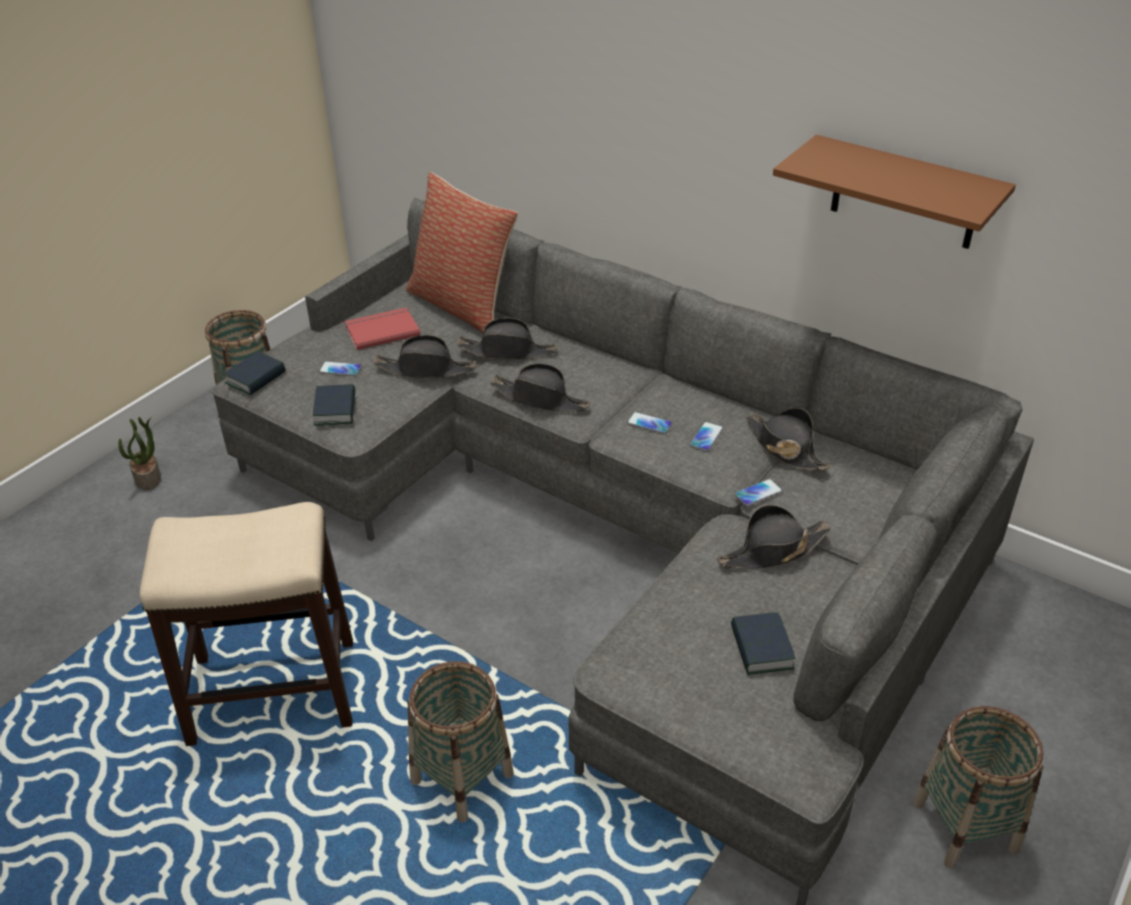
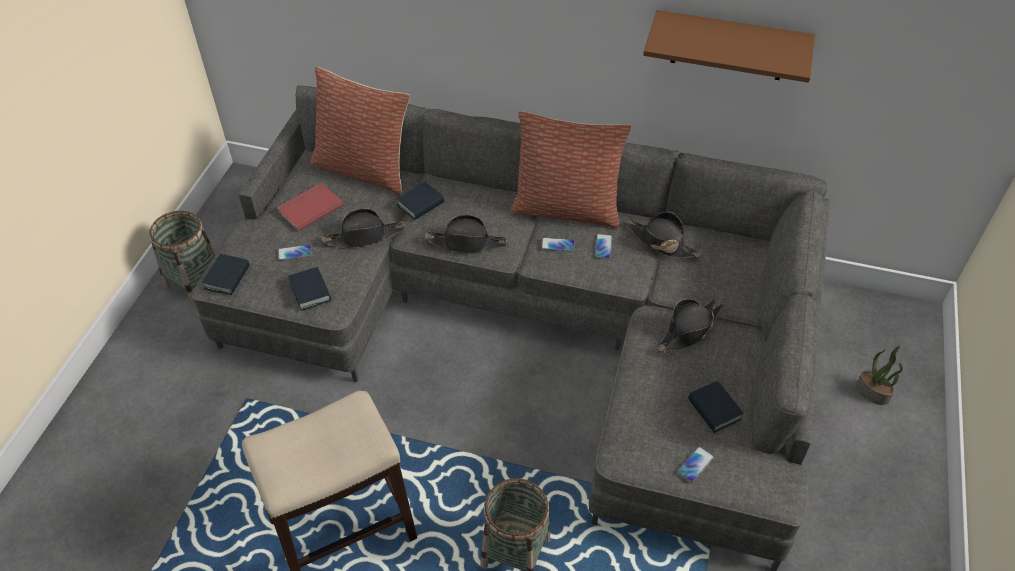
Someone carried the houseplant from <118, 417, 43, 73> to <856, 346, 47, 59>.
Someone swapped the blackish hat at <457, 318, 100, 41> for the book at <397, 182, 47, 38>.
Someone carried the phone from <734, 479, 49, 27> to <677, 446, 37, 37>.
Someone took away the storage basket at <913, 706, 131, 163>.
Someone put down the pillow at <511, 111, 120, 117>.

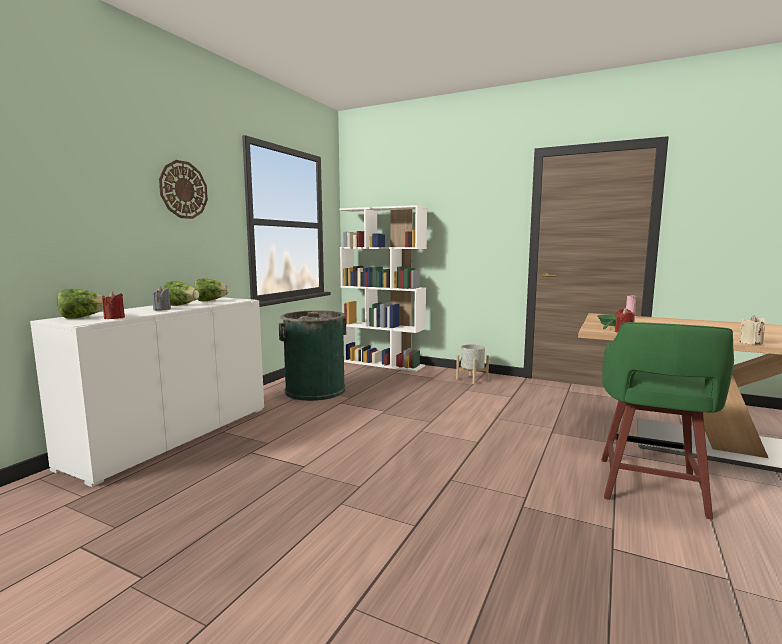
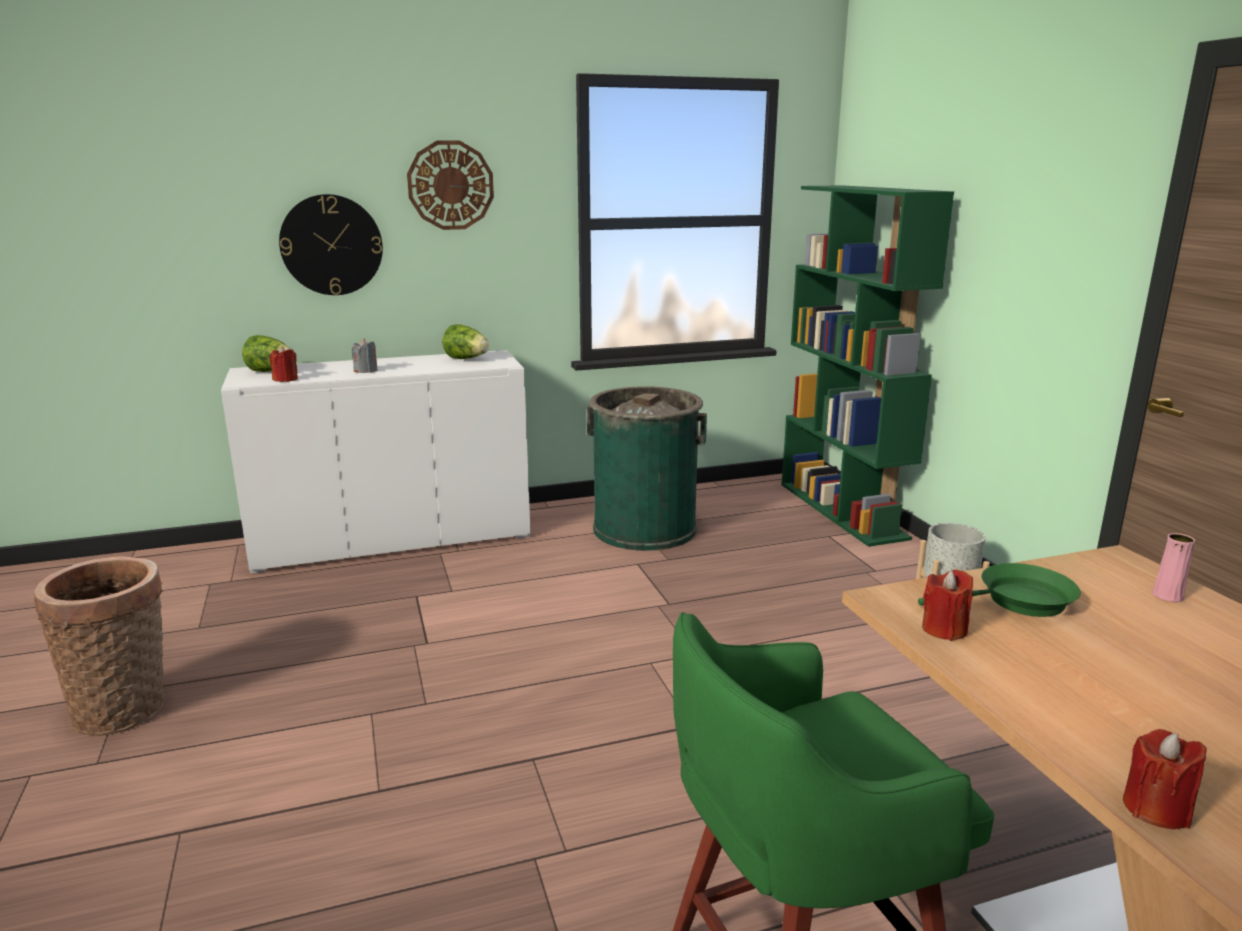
Someone took away the lettuce head at <162, 281, 37, 25>.
Someone repainted the white shelving unit at <339, 205, 88, 167>, which became the greenish shelving unit at <782, 185, 172, 362>.
Someone repainted the beige-coloured candle at <740, 316, 25, 29>, which became the red candle at <1123, 729, 84, 101>.
Someone put down the storage basket at <34, 556, 130, 180>.
Someone put up the wall clock at <279, 194, 104, 101>.

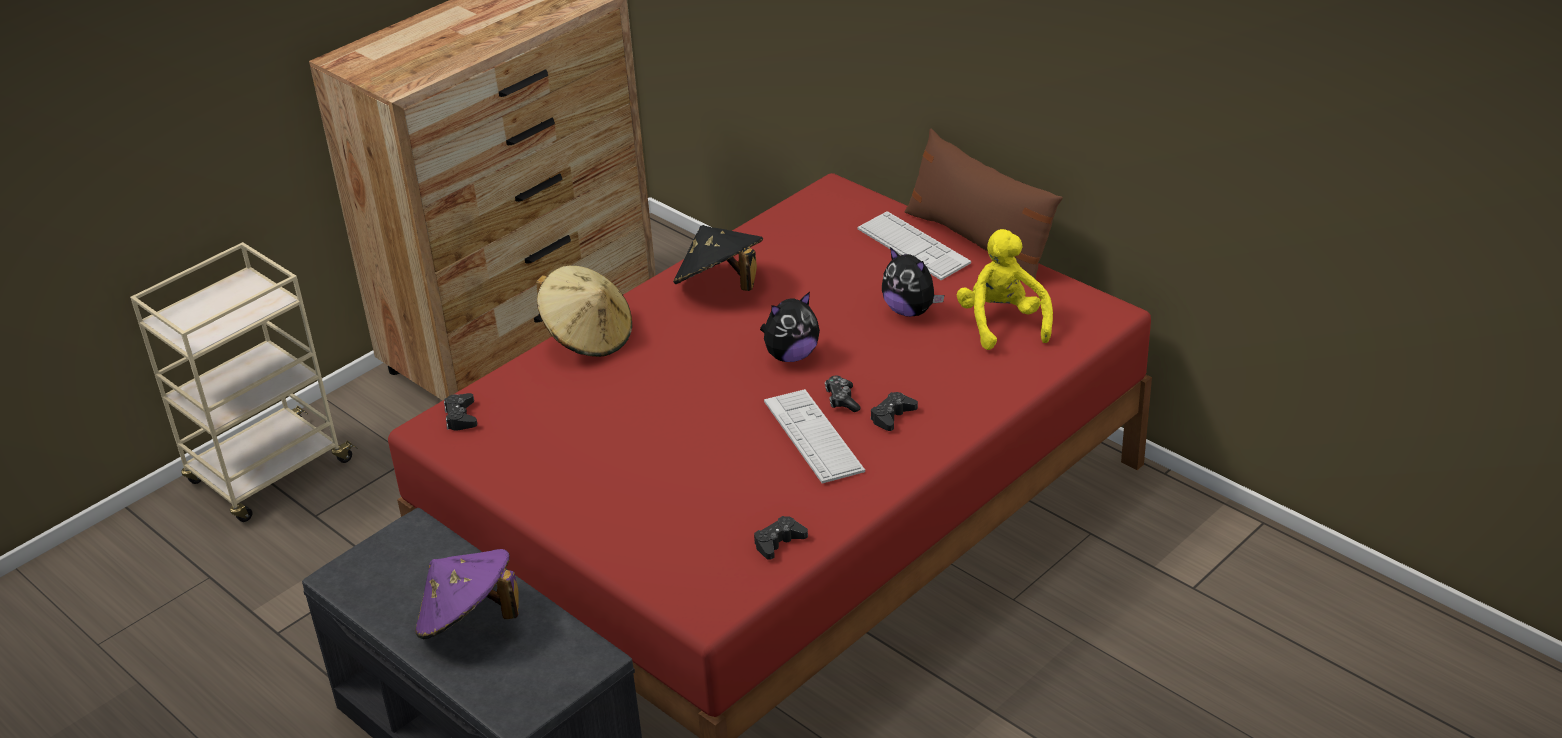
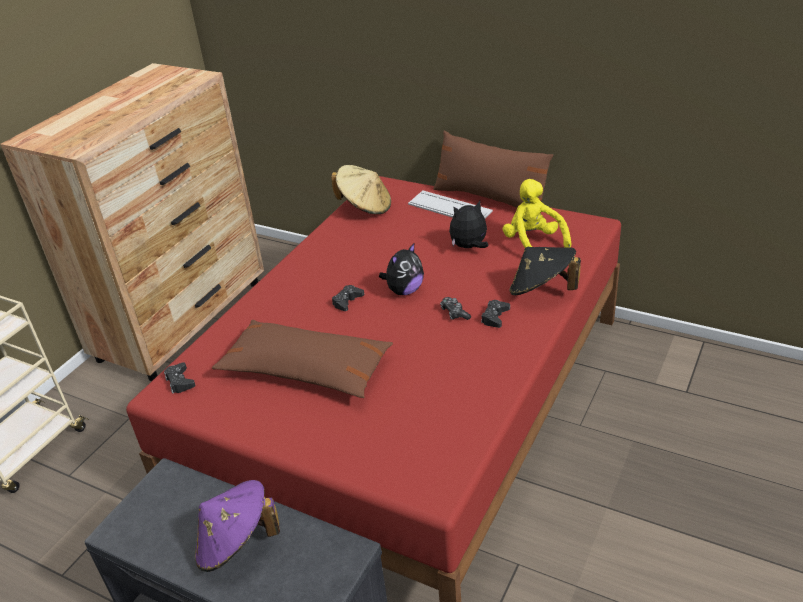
Someone carried the beige-coloured hat from <536, 266, 96, 91> to <331, 165, 60, 49>.
Someone carried the blackish hat from <673, 225, 90, 66> to <510, 247, 71, 48>.
Someone carried the blackish joypad from <754, 516, 54, 44> to <332, 285, 32, 26>.
Someone took away the PC keyboard at <764, 389, 101, 95>.
Someone rotated the soft toy at <882, 247, 62, 70> by 135 degrees clockwise.
Someone put down the brown pillow at <212, 320, 181, 78>.

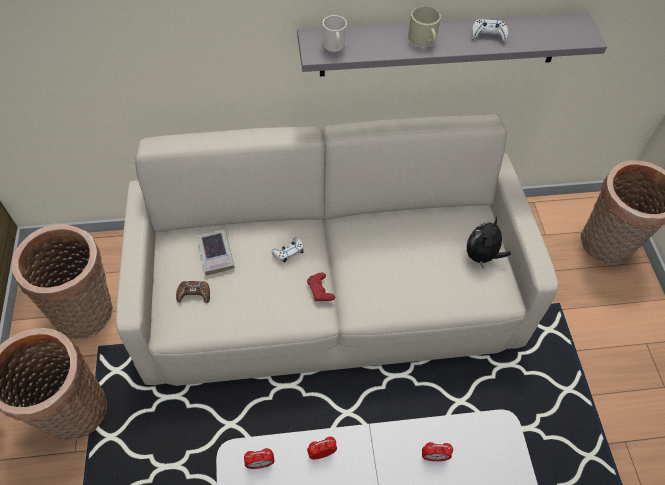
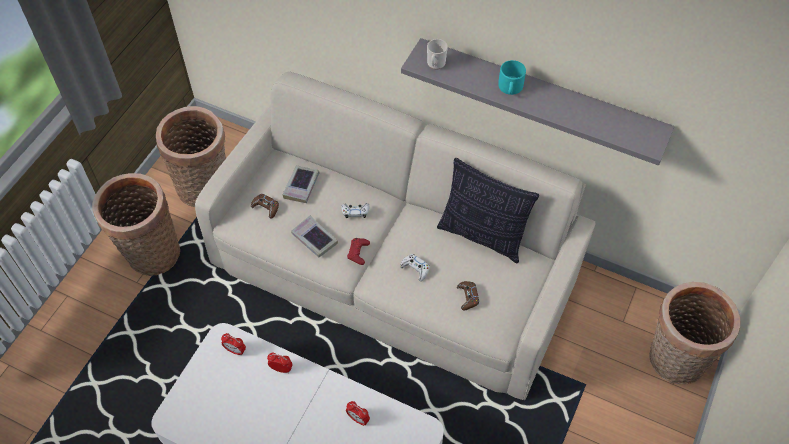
Someone repainted the beige-coloured mug at <408, 6, 33, 40>, which became the turquoise-coloured mug at <498, 60, 28, 35>.
Someone took away the soft toy at <467, 216, 44, 52>.
Someone carried the white joypad from <471, 19, 37, 24> to <400, 254, 30, 27>.
Someone put down the book at <291, 216, 47, 41>.
Someone put down the pillow at <437, 158, 102, 106>.
Someone put down the brown joypad at <457, 281, 22, 29>.

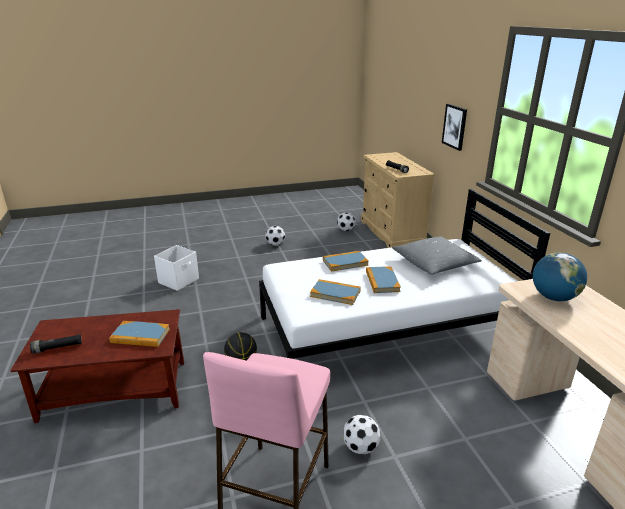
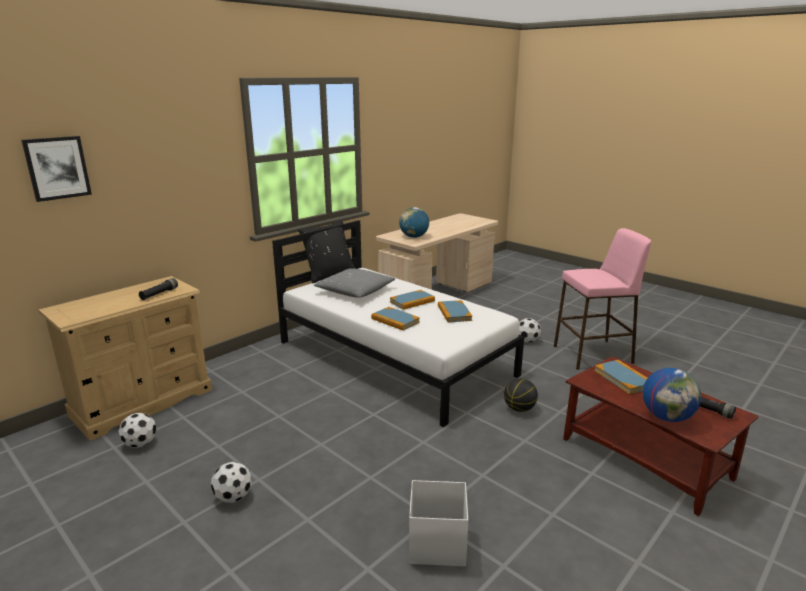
Someone carried the wall picture from <442, 104, 25, 47> to <21, 136, 71, 66>.
Someone put down the blackish pillow at <298, 220, 58, 63>.
Someone put down the world globe at <643, 368, 59, 54>.

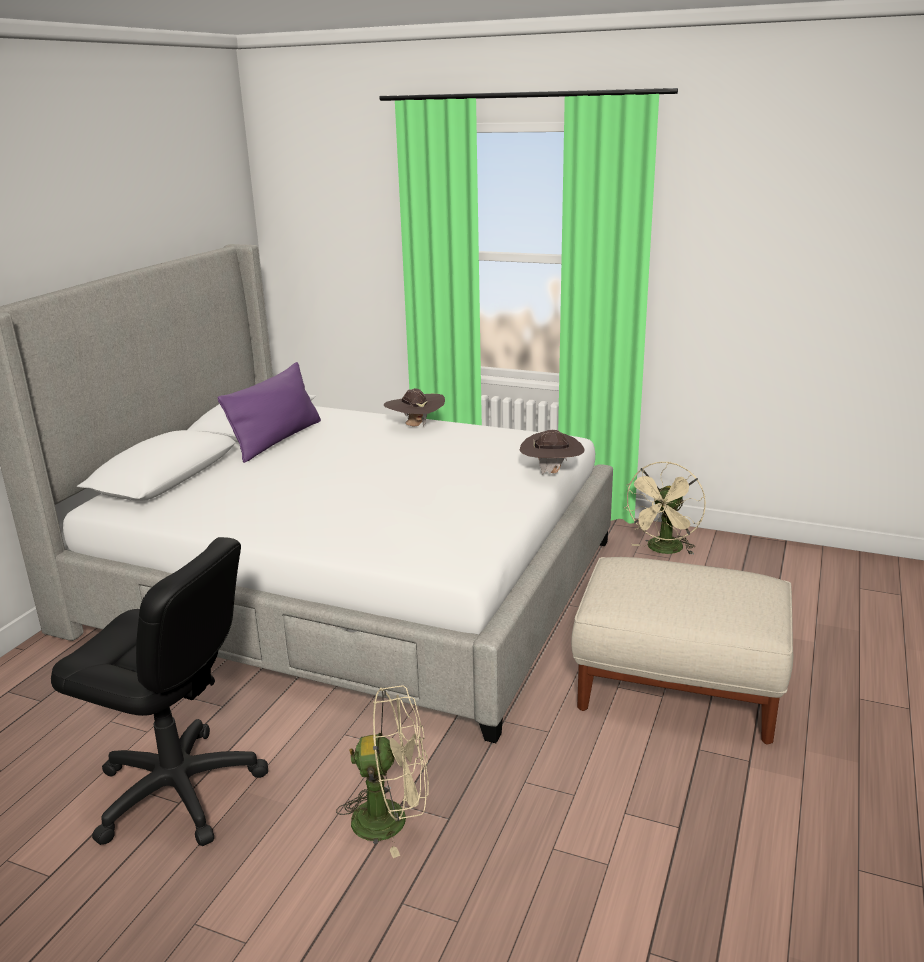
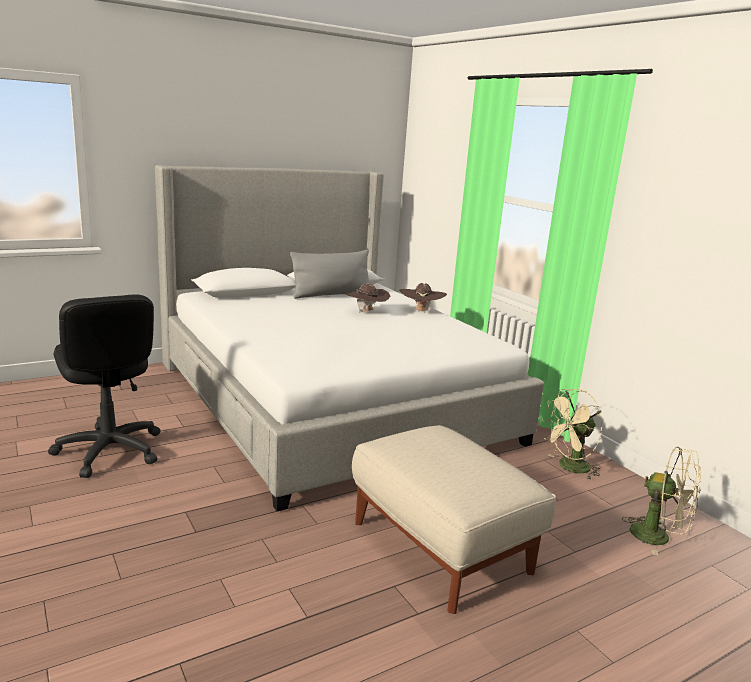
Someone repainted the purple pillow at <218, 362, 103, 101>, which became the gray pillow at <290, 250, 80, 49>.
Someone carried the beige-coloured cooling fan from <336, 686, 93, 172> to <622, 446, 79, 109>.
Someone carried the brown hat from <519, 430, 66, 45> to <345, 284, 45, 28>.

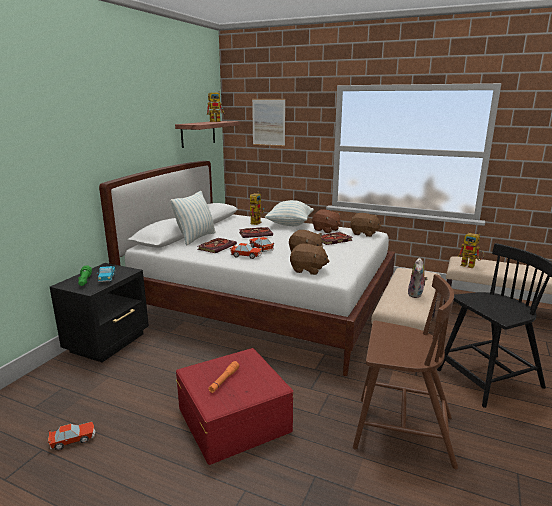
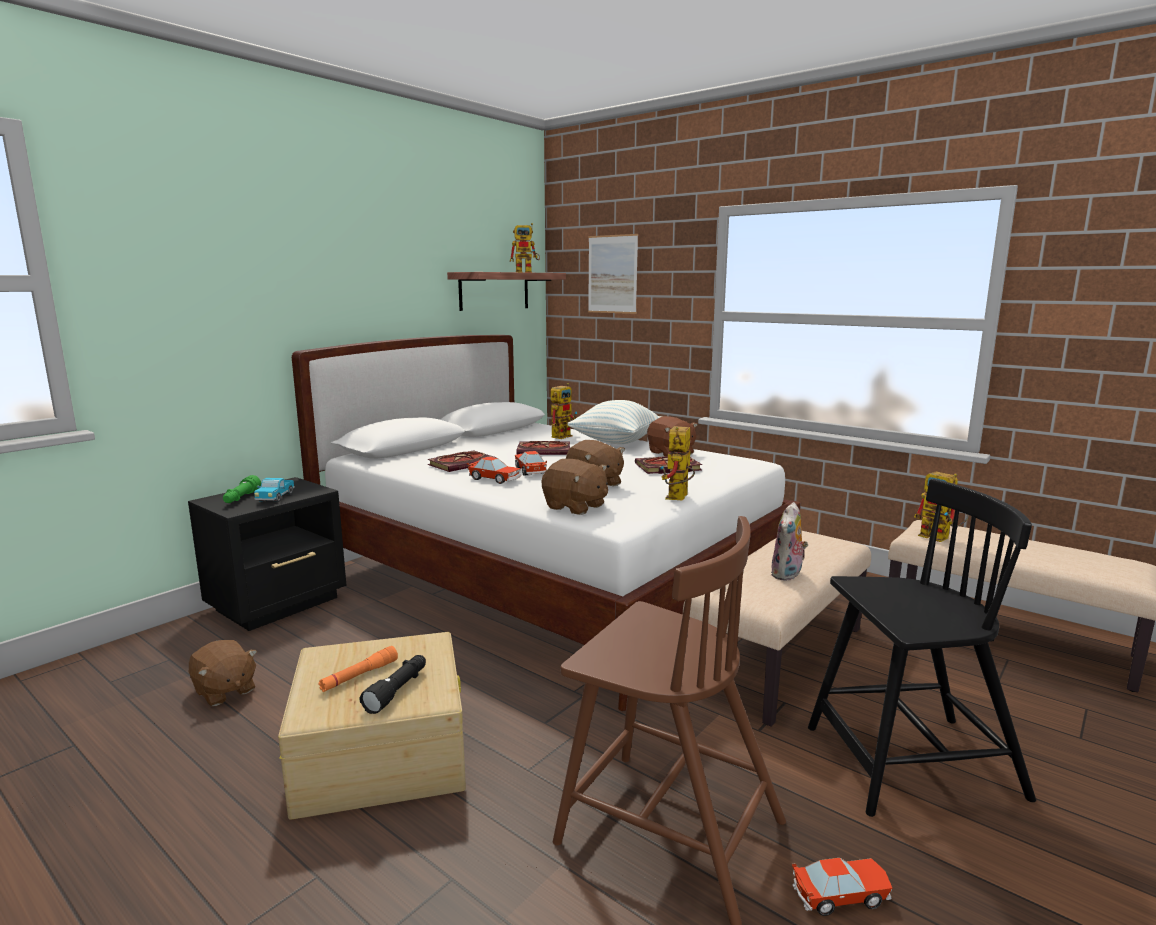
Someone carried the toy car from <47, 422, 48, 28> to <792, 858, 100, 58>.
Someone took away the pillow at <171, 191, 45, 55>.
Someone repainted the red storage bin at <176, 348, 117, 117>, which became the beige-coloured storage bin at <278, 632, 188, 188>.
Someone carried the brown soft toy from <350, 213, 32, 24> to <189, 640, 68, 66>.
Someone put down the blackish torch at <360, 655, 66, 59>.
Someone put down the model robot at <660, 426, 35, 74>.

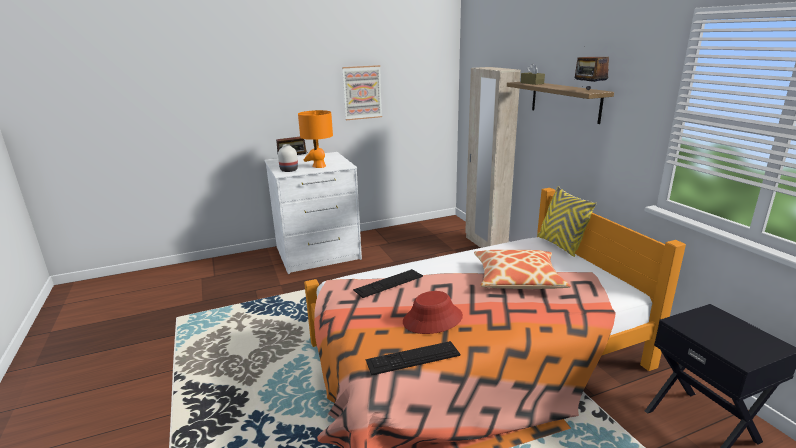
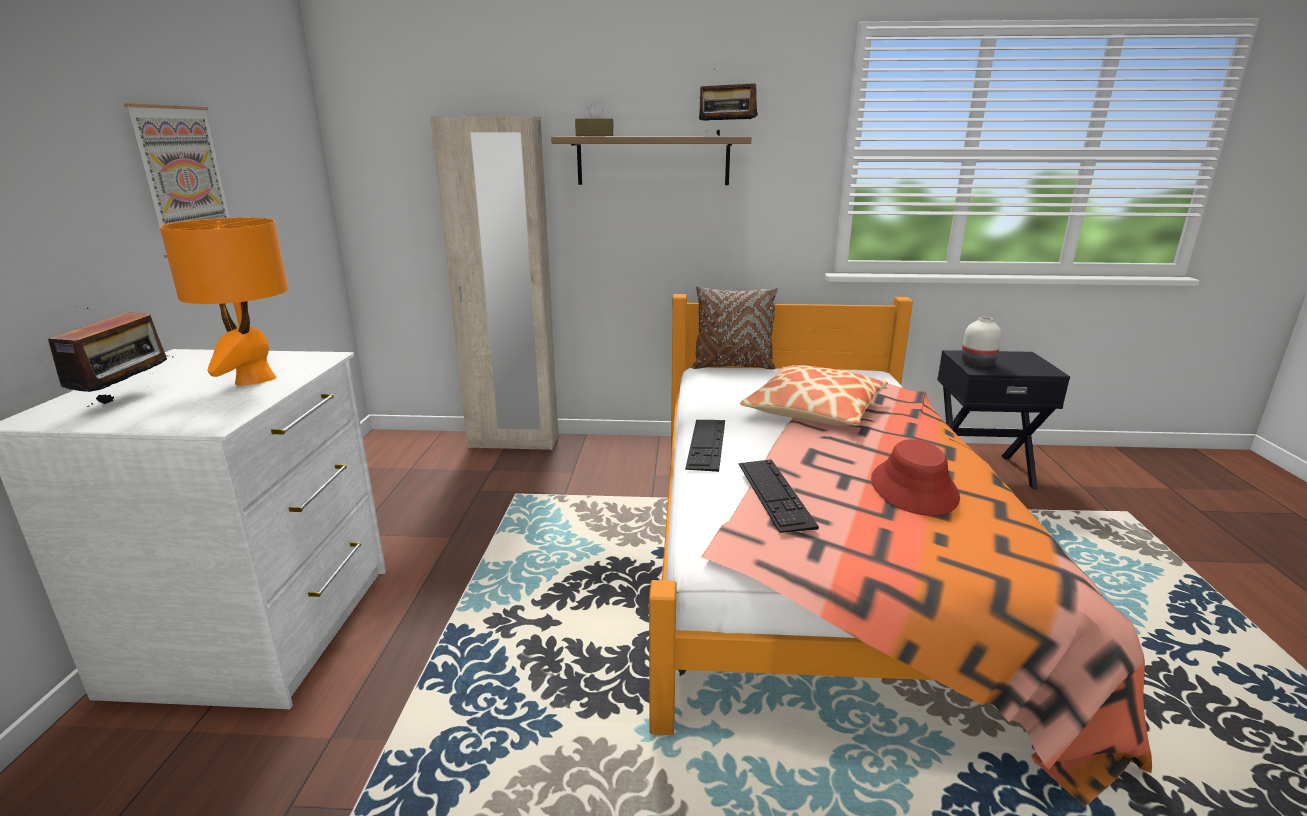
Someone carried the white vase from <278, 144, 20, 28> to <961, 317, 41, 50>.
Someone carried the PC keyboard from <366, 341, 94, 34> to <685, 420, 40, 52>.
Someone repainted the yellow pillow at <537, 186, 60, 71>, which became the brown pillow at <692, 286, 86, 83>.

